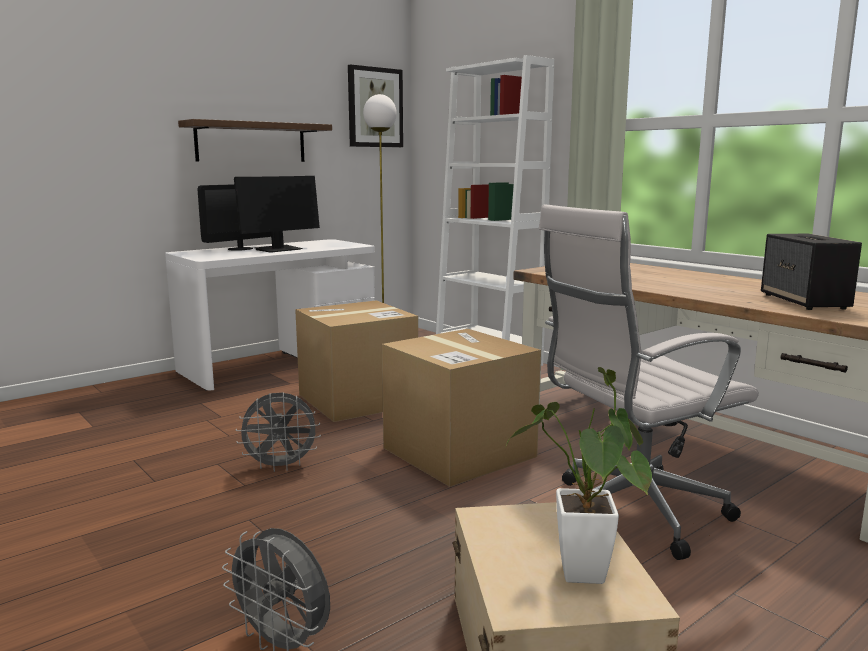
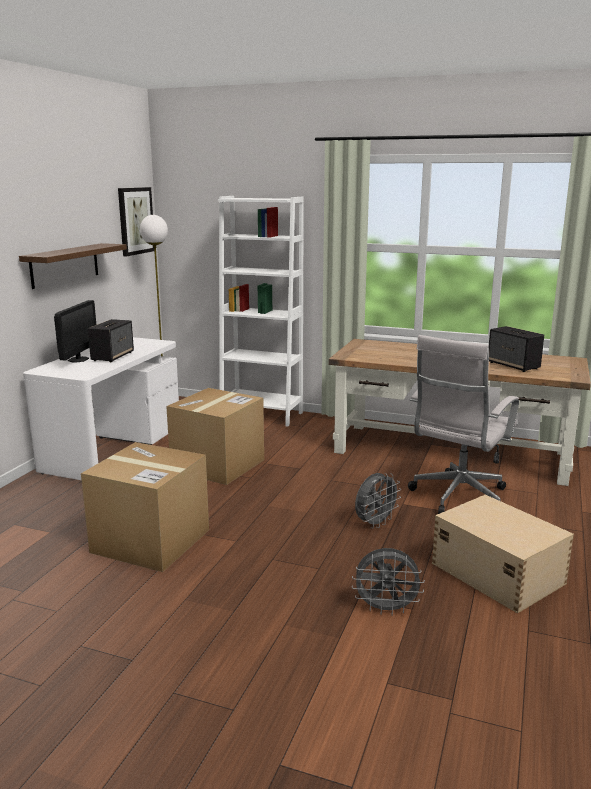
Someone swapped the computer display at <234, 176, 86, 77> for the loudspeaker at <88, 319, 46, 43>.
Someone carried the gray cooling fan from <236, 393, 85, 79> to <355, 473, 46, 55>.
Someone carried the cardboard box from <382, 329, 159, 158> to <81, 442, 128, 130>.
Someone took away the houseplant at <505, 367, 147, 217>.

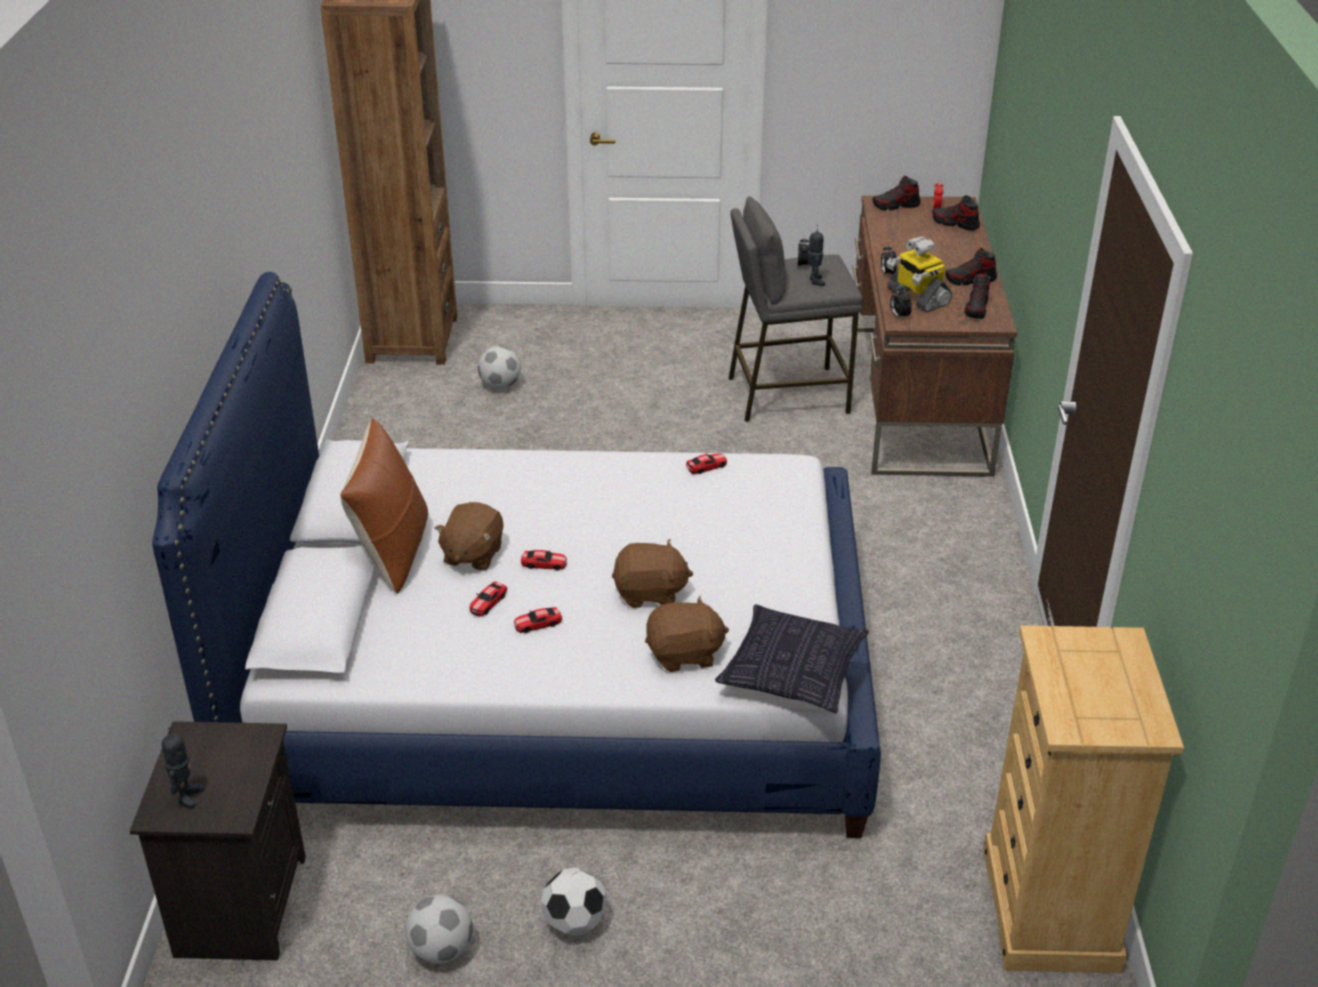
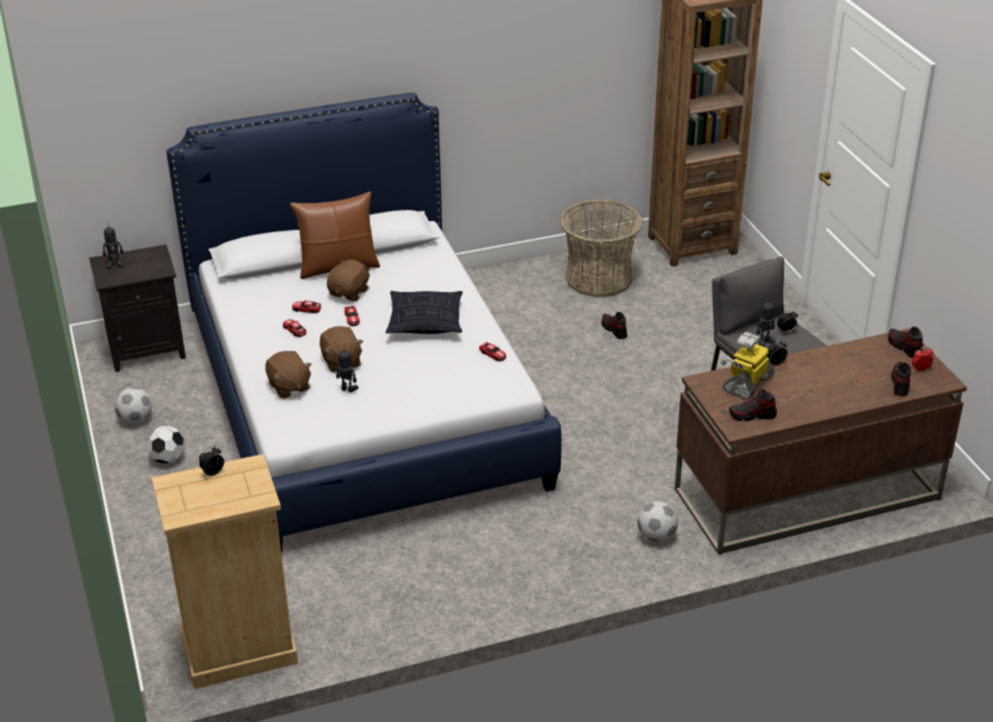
Someone rotated the brown soft toy at <435, 502, 68, 69> by 120 degrees clockwise.
Someone carried the ball for football from <478, 346, 43, 43> to <637, 501, 41, 41>.
Someone carried the pillow from <715, 604, 154, 109> to <386, 291, 77, 43>.
Someone carried the bedside clock from <890, 285, 22, 35> to <199, 446, 25, 30>.
Someone carried the item of footwear from <945, 248, 52, 37> to <602, 312, 26, 27>.
Someone put down the model robot at <336, 350, 22, 43>.
Someone put down the storage basket at <560, 200, 82, 97>.

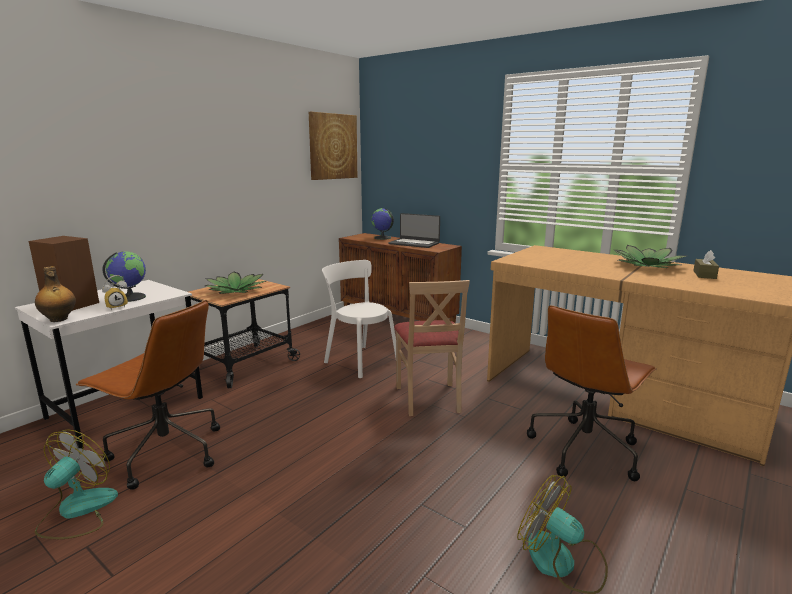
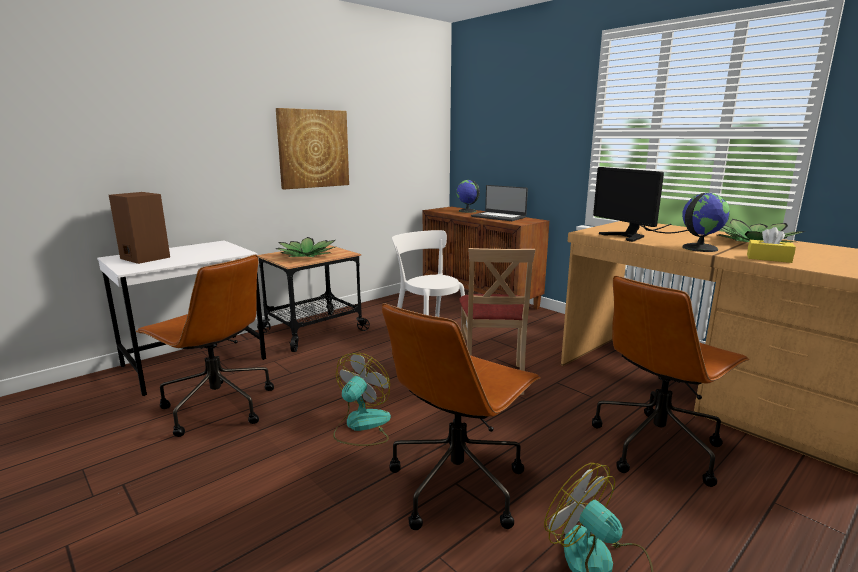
Someone took away the drink bottle at <35, 266, 41, 56>.
Someone carried the cooling fan from <35, 429, 83, 110> to <333, 353, 58, 93>.
Someone took away the bedside clock at <102, 275, 26, 35>.
Someone carried the world globe from <103, 251, 43, 51> to <682, 193, 48, 59>.
Someone carried the wall picture from <309, 112, 48, 68> to <276, 108, 73, 81>.
Someone took away the brown tissue box at <693, 250, 26, 29>.
Someone put down the brown computer chair at <382, 303, 159, 227>.
Someone put down the computer display at <593, 167, 95, 75>.
Someone put down the yellow tissue box at <747, 227, 49, 36>.

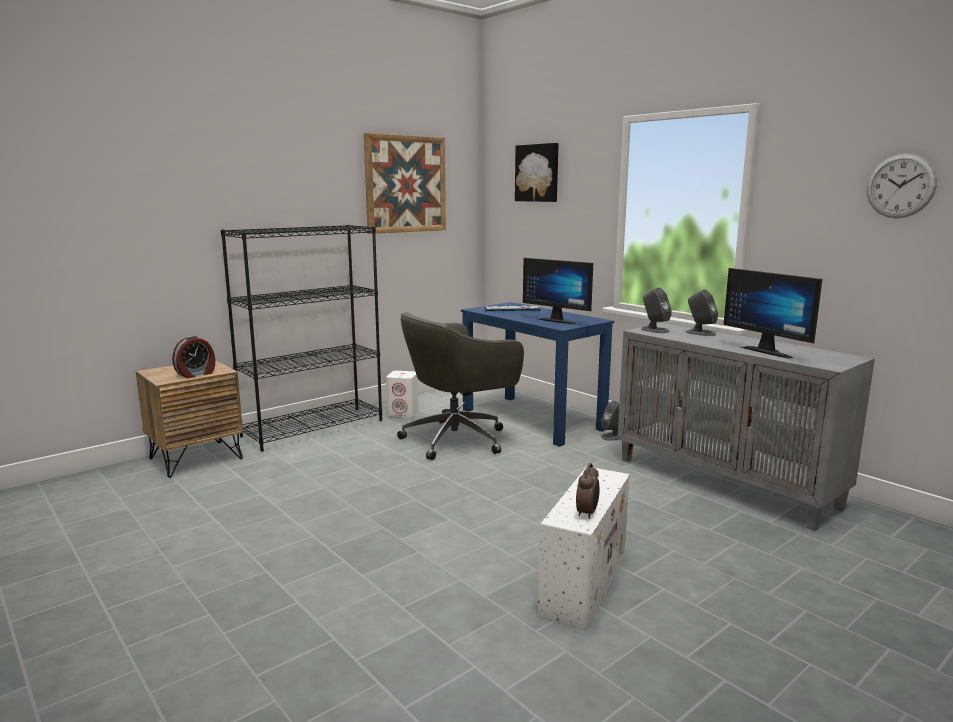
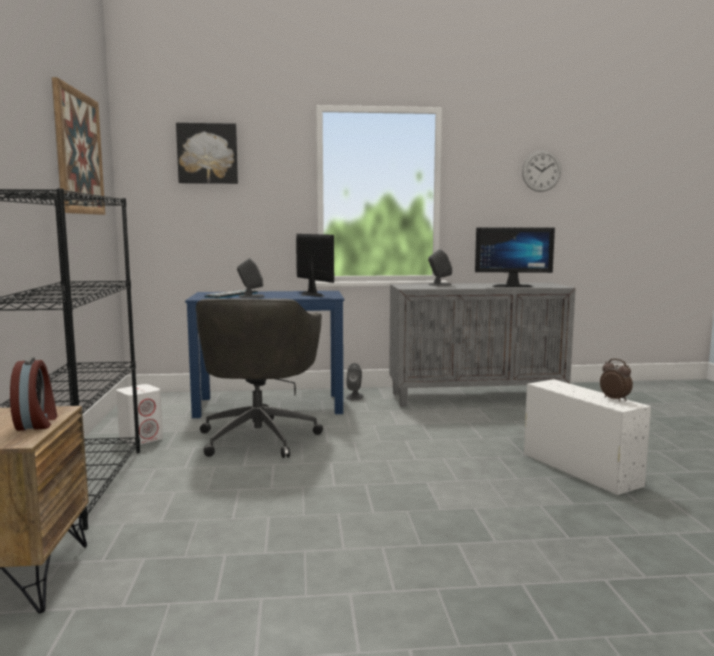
Someone rotated the computer display at <523, 258, 70, 66> by 105 degrees counterclockwise.
Someone carried the gray loudspeaker from <641, 287, 31, 46> to <237, 258, 28, 40>.

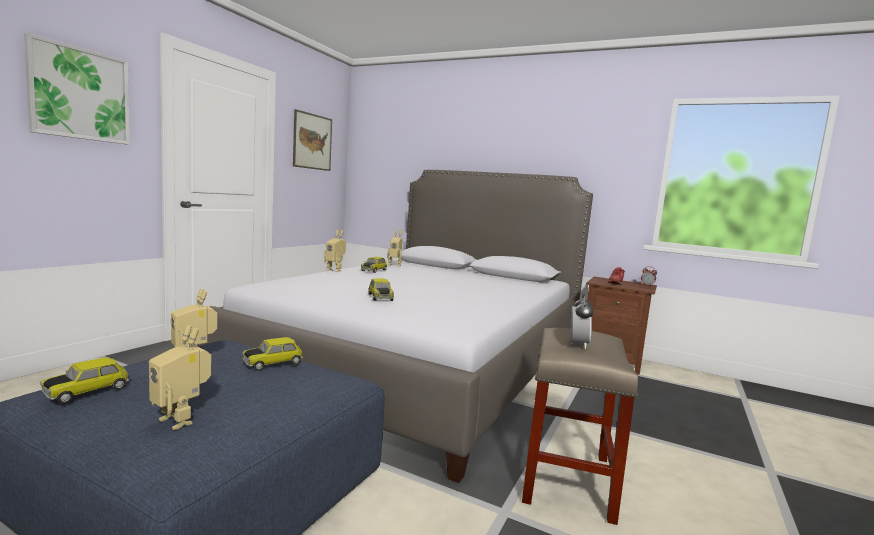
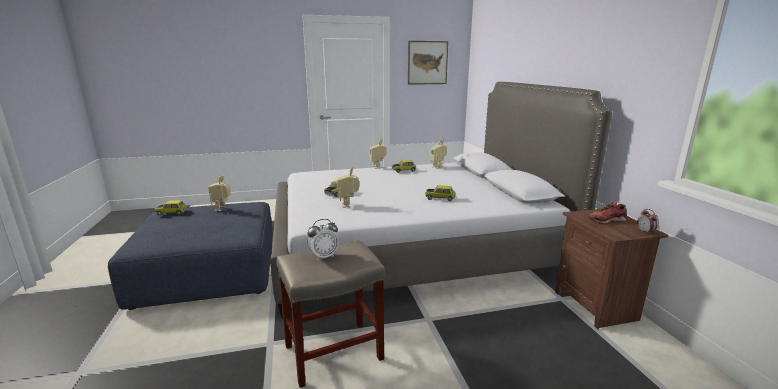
Someone took away the wall picture at <24, 33, 106, 112>.
Someone carried the model robot from <149, 325, 62, 105> to <337, 166, 22, 42>.
Someone carried the toy car from <242, 337, 61, 34> to <425, 185, 30, 16>.

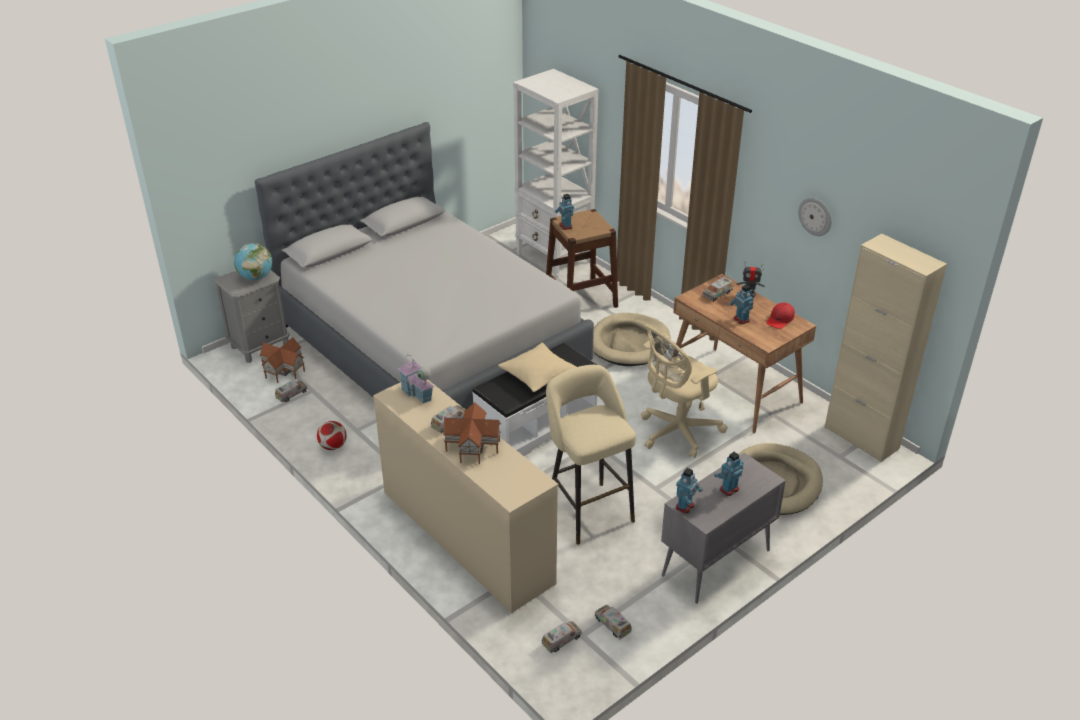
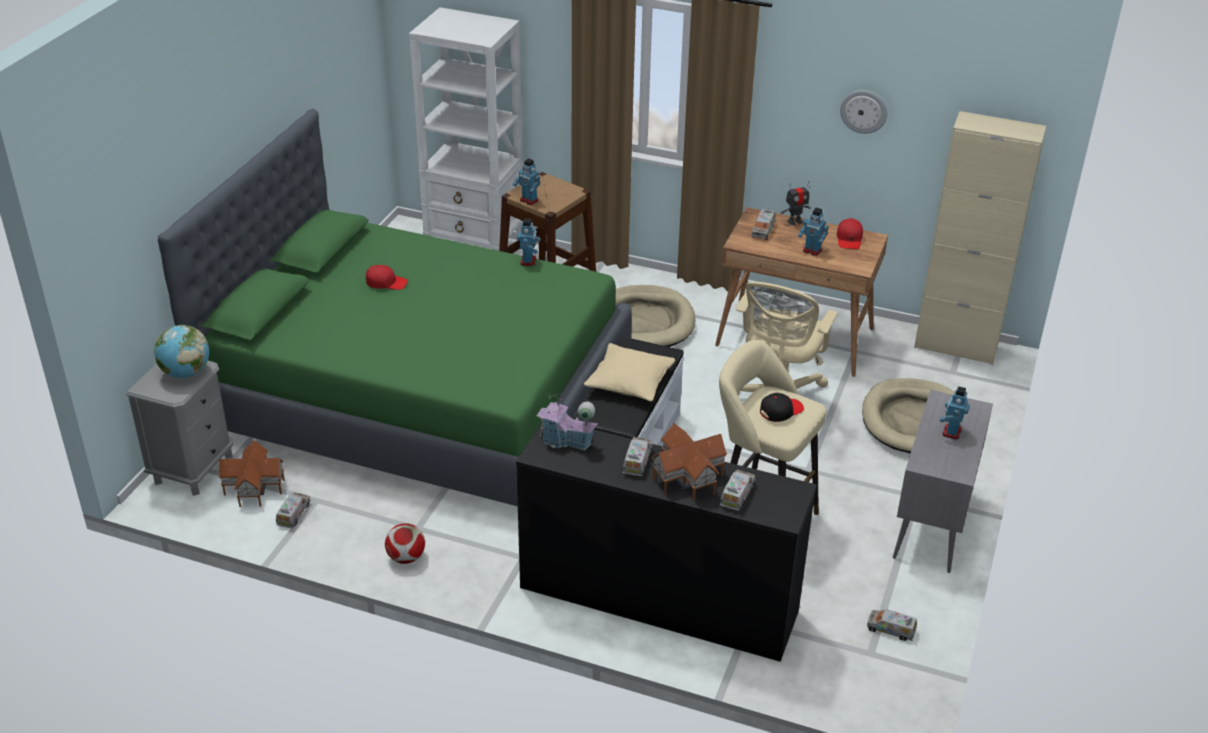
Someone repainted the gray bed at <255, 122, 339, 288>, which became the greenish bed at <158, 109, 474, 397>.
Someone repainted the beige-coloured chest of drawers at <373, 379, 185, 234>, which became the blackish chest of drawers at <516, 421, 301, 241>.
Someone carried the model truck from <541, 621, 41, 32> to <720, 470, 36, 41>.
Someone carried the model robot from <676, 468, 27, 46> to <517, 218, 24, 48>.
Someone put down the red peaked cap at <366, 265, 42, 25>.
Someone put down the blackish peaked cap at <760, 393, 44, 29>.

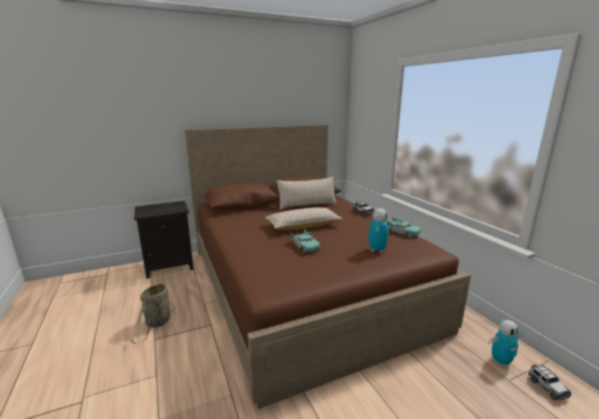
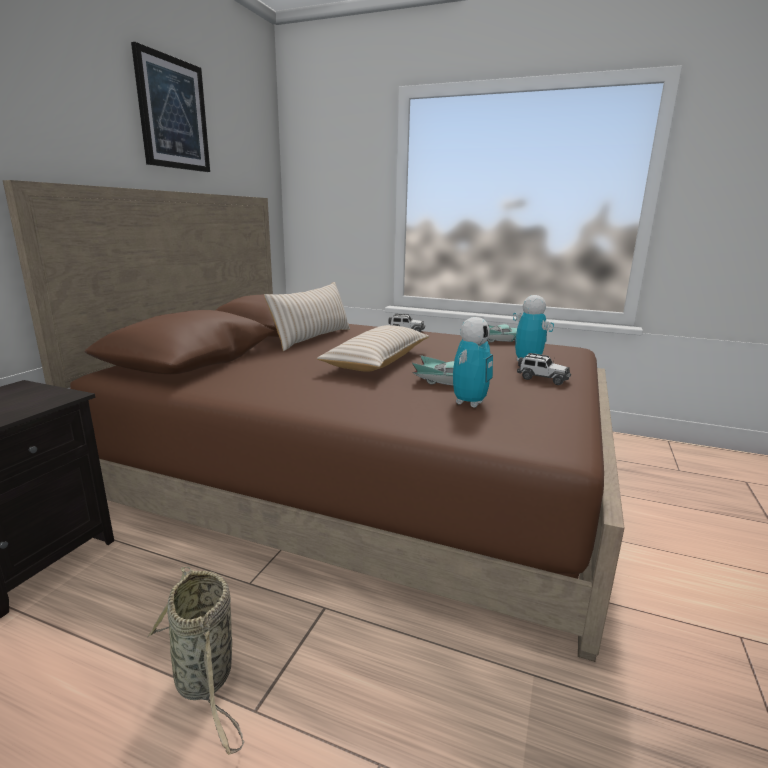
Someone carried the model robot from <488, 320, 36, 46> to <453, 317, 40, 91>.
Someone carried the toy car from <528, 364, 43, 36> to <517, 353, 54, 32>.
Someone put up the wall picture at <131, 42, 79, 130>.

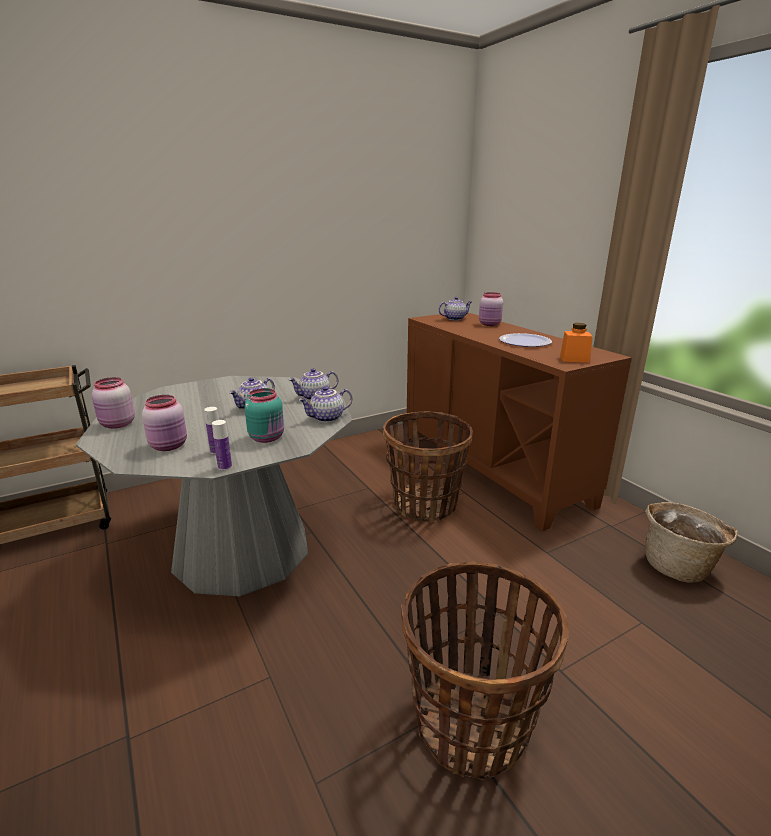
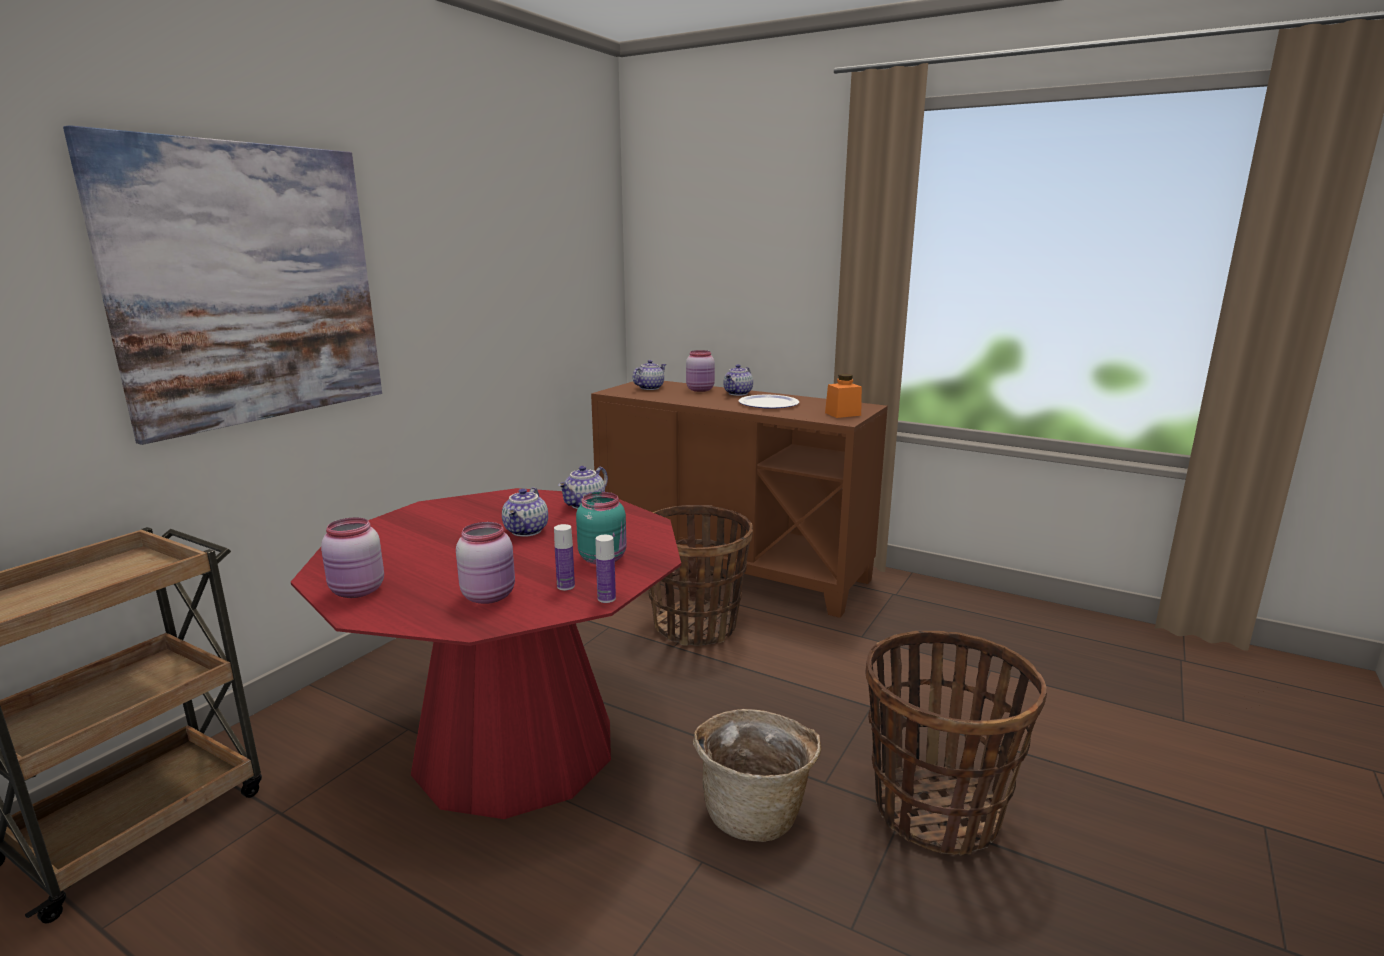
Someone repainted the gray dining table at <76, 376, 276, 220>, which became the red dining table at <291, 488, 390, 331>.
Someone carried the pot for tea from <299, 386, 53, 36> to <723, 364, 30, 32>.
Someone carried the storage basket from <645, 502, 93, 81> to <693, 709, 128, 133>.
Someone put up the wall picture at <63, 125, 319, 320>.

